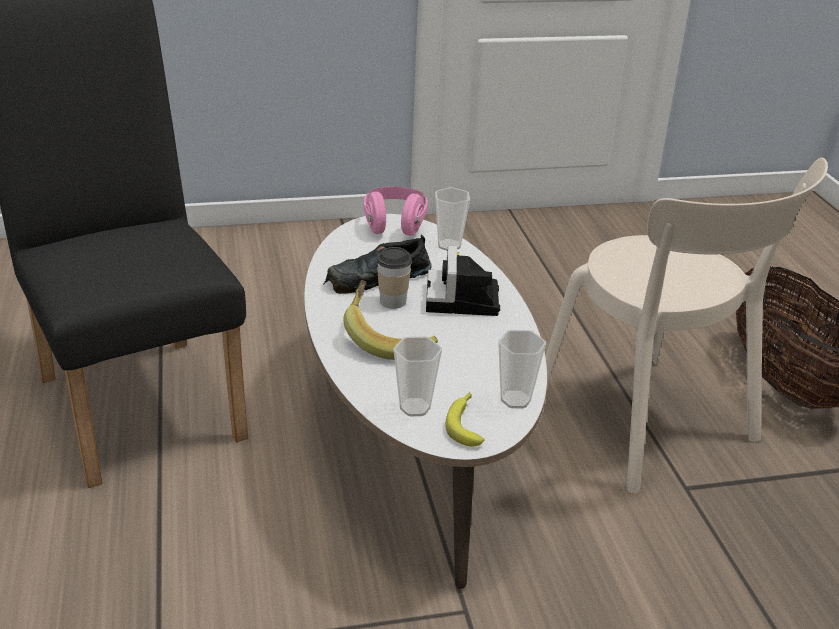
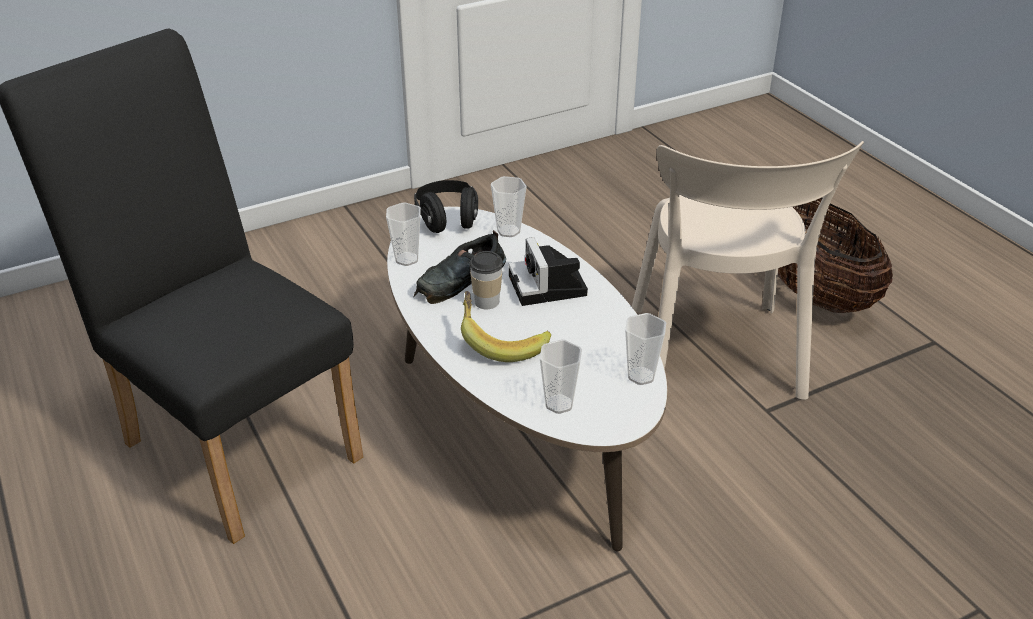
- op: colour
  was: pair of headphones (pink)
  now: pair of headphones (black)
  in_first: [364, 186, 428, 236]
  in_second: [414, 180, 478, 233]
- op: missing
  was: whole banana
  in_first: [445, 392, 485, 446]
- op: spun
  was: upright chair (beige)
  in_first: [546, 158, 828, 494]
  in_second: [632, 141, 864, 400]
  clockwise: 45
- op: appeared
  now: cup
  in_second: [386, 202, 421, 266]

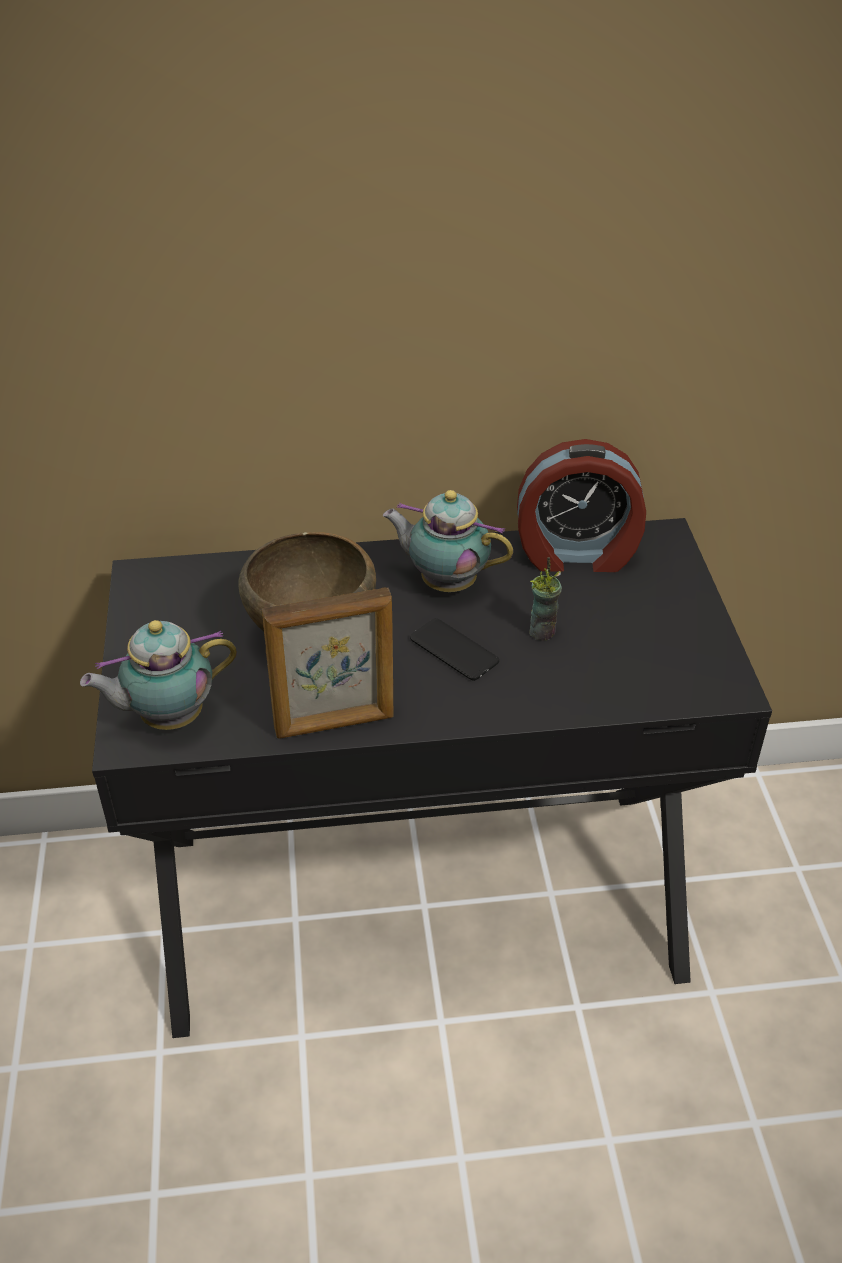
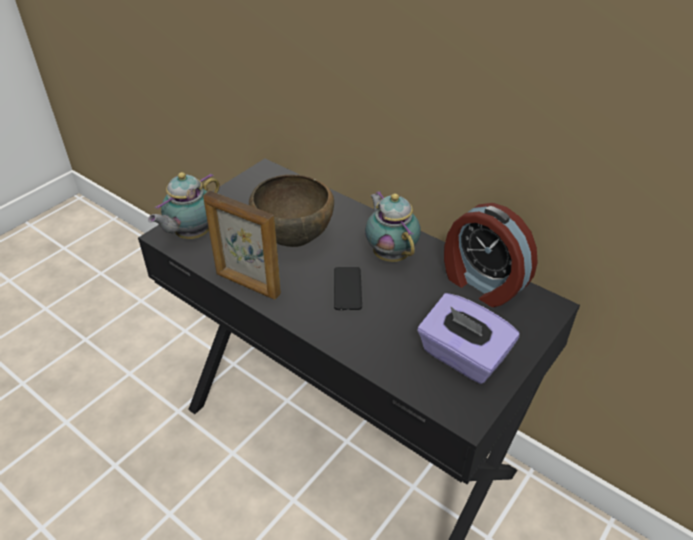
- op: spun
  was: pot for tea
  in_first: [80, 620, 237, 730]
  in_second: [148, 172, 220, 239]
  clockwise: -75
- op: missing
  was: cup
  in_first: [529, 557, 562, 641]
- op: appeared
  now: box of tissues (purple-coloured)
  in_second: [417, 293, 520, 384]

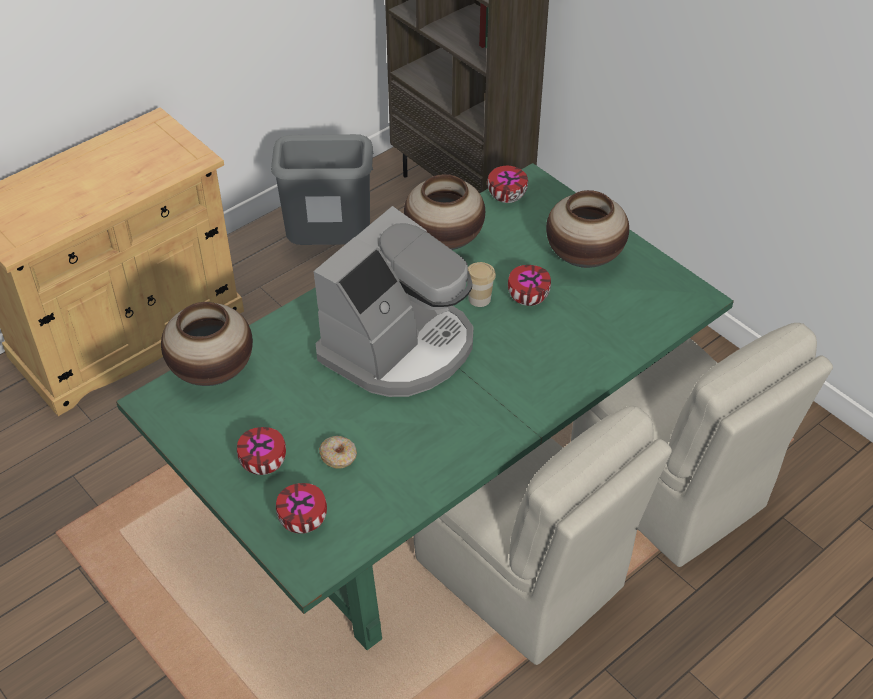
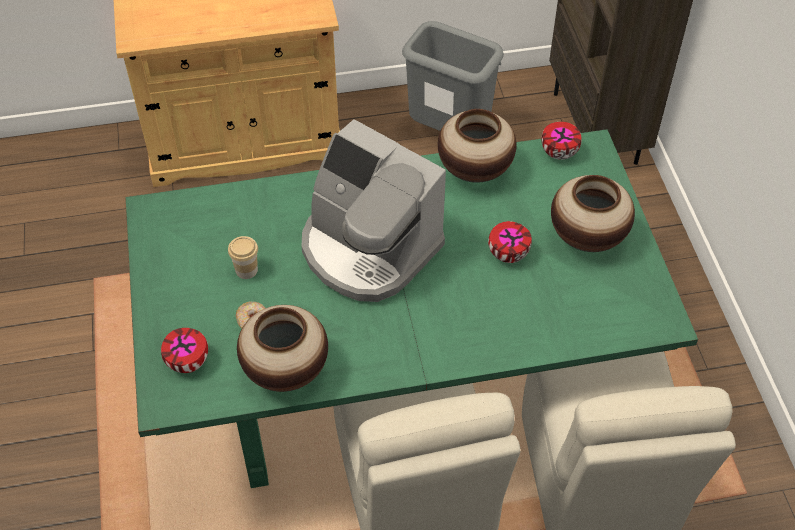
- op: relocated
  was: decorative vase
  in_first: [161, 302, 253, 386]
  in_second: [237, 305, 328, 392]
- op: missing
  was: bowl
  in_first: [237, 427, 286, 475]
- op: spun
  was: coffee machine
  in_first: [314, 206, 474, 397]
  in_second: [302, 119, 446, 302]
  clockwise: 60
- op: relocated
  was: cup
  in_first: [467, 262, 496, 307]
  in_second: [228, 236, 258, 279]

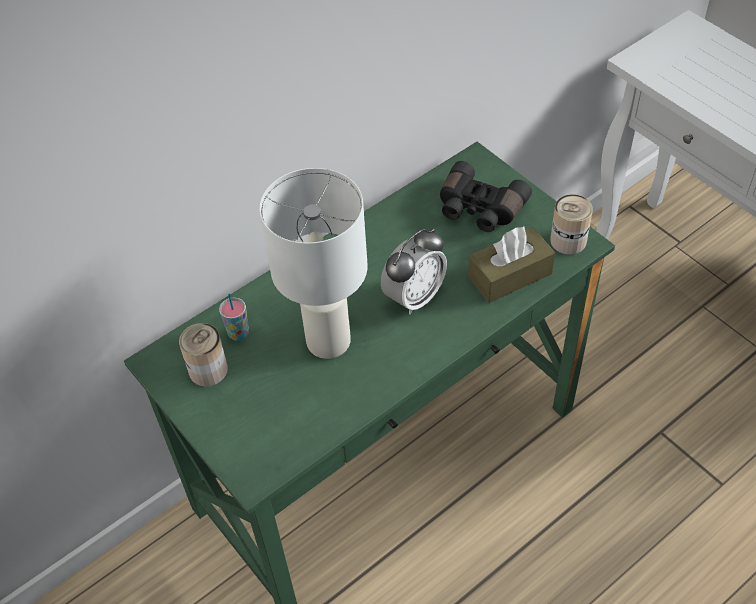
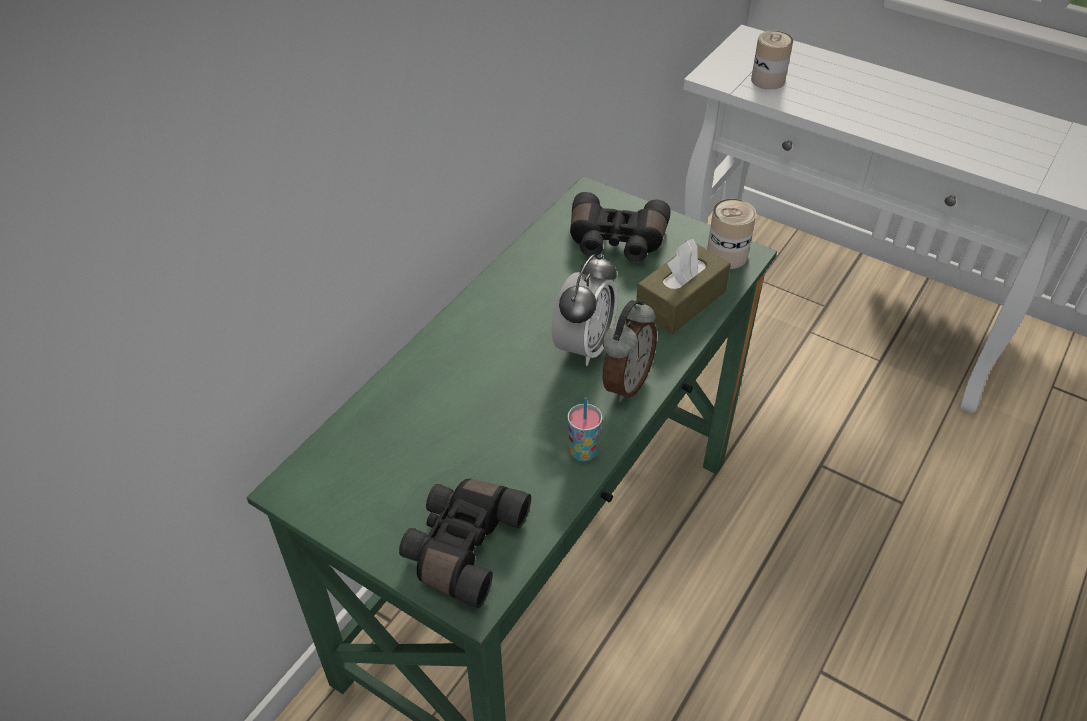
- op: relocated
  was: sealed can
  in_first: [179, 323, 228, 386]
  in_second: [751, 31, 793, 90]
- op: relocated
  was: cup
  in_first: [219, 293, 249, 341]
  in_second: [567, 397, 603, 462]
- op: missing
  was: lamp for a table (whitish)
  in_first: [259, 168, 368, 359]
- op: appeared
  now: pair of binoculars (black)
  in_second: [399, 479, 531, 608]
- op: appeared
  now: table clock
  in_second: [603, 300, 657, 402]

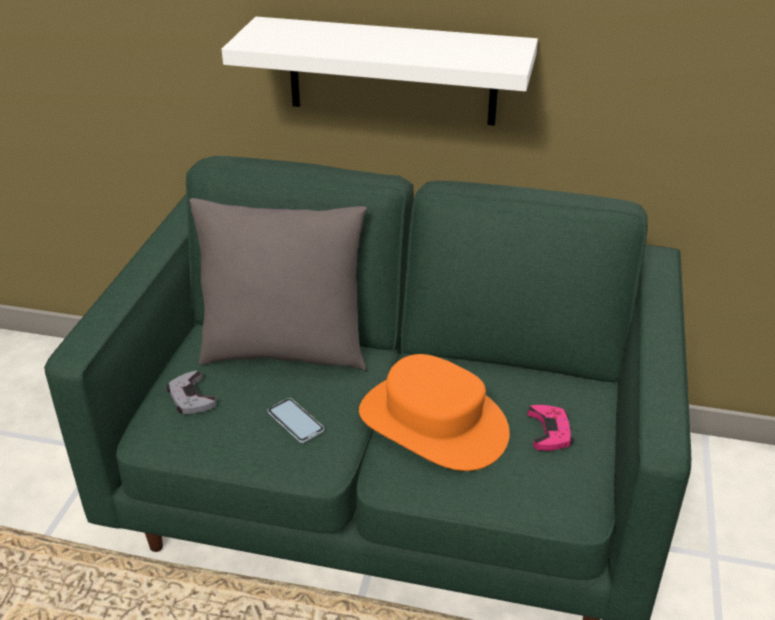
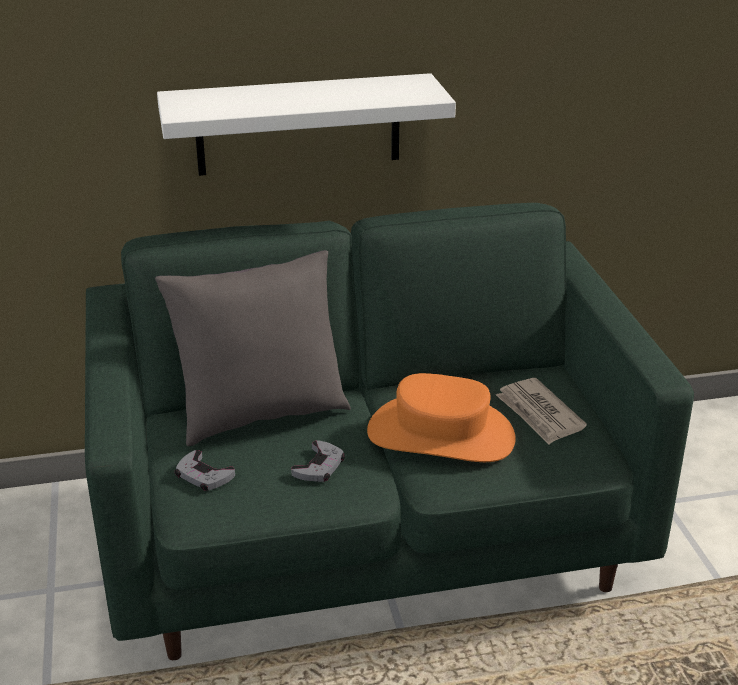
- op: exchanged
  was: telephone
  now: joypad (gray)
  in_first: [267, 398, 324, 443]
  in_second: [291, 441, 345, 482]
- op: exchanged
  was: joypad (pink)
  now: printed paper
  in_first: [527, 405, 573, 451]
  in_second: [496, 378, 587, 445]

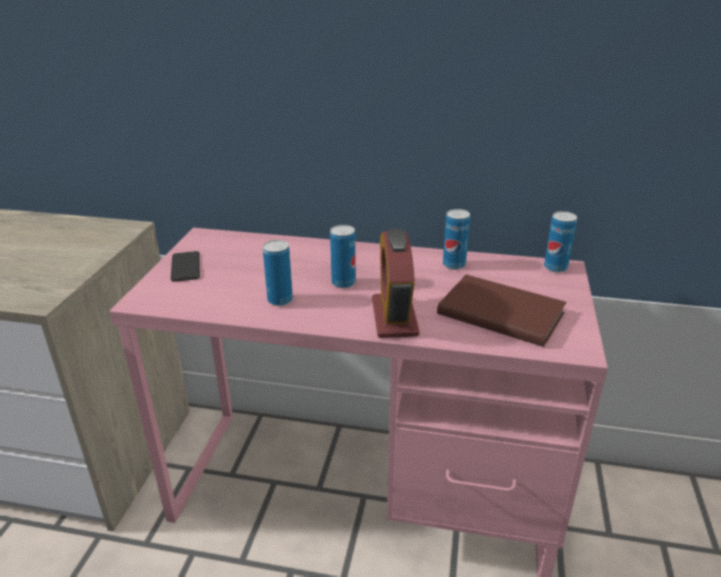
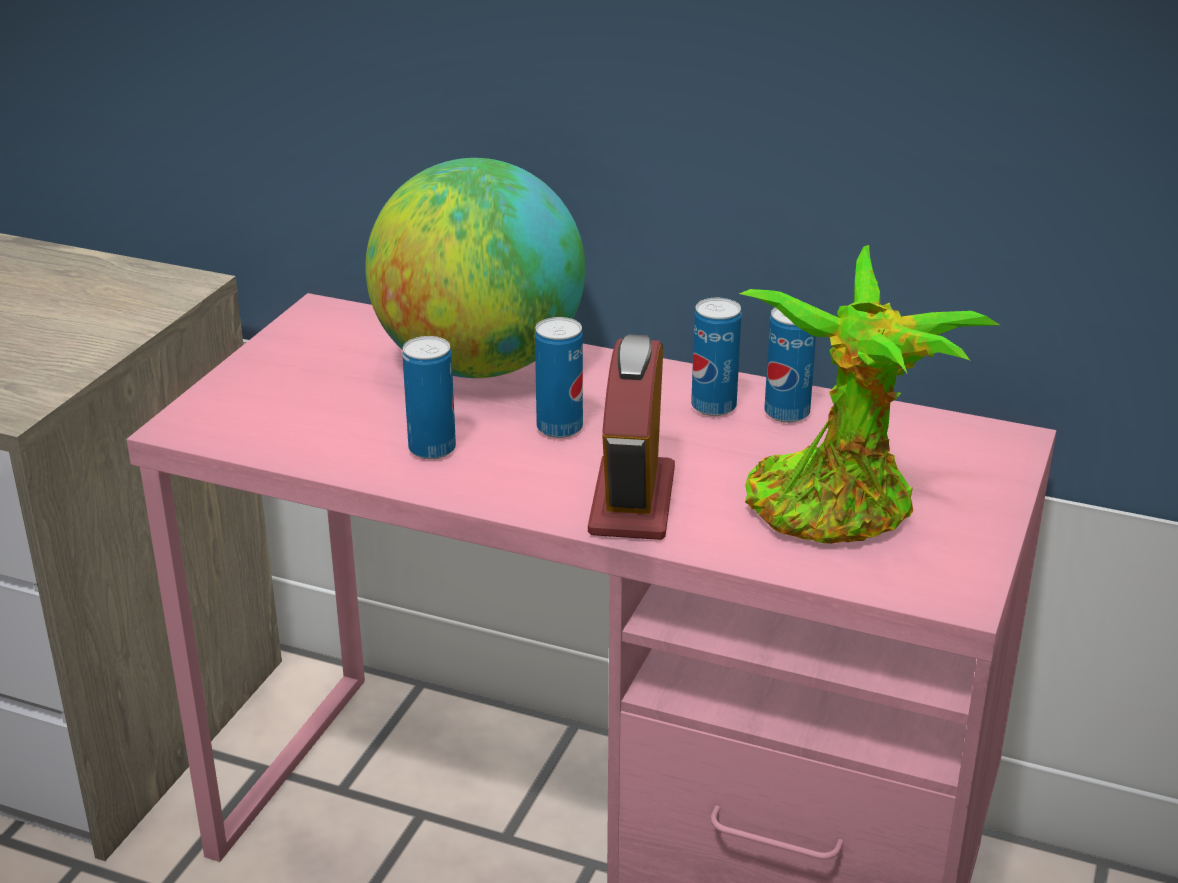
- op: missing
  was: telephone
  in_first: [171, 251, 200, 282]
- op: exchanged
  was: volume (brownish)
  now: plant in a pot
  in_first: [437, 275, 567, 347]
  in_second: [739, 245, 1000, 544]
- op: relocated
  was: sealed can
  in_first: [544, 211, 577, 273]
  in_second: [691, 298, 741, 416]
- op: appeared
  now: desk globe
  in_second: [365, 158, 585, 378]

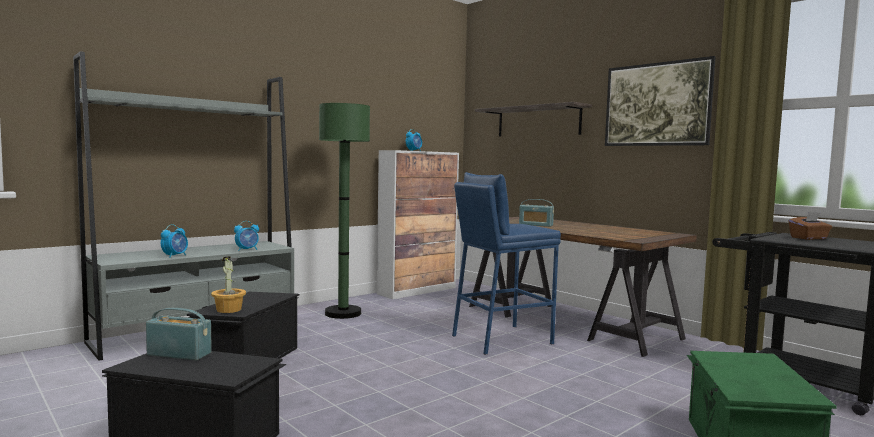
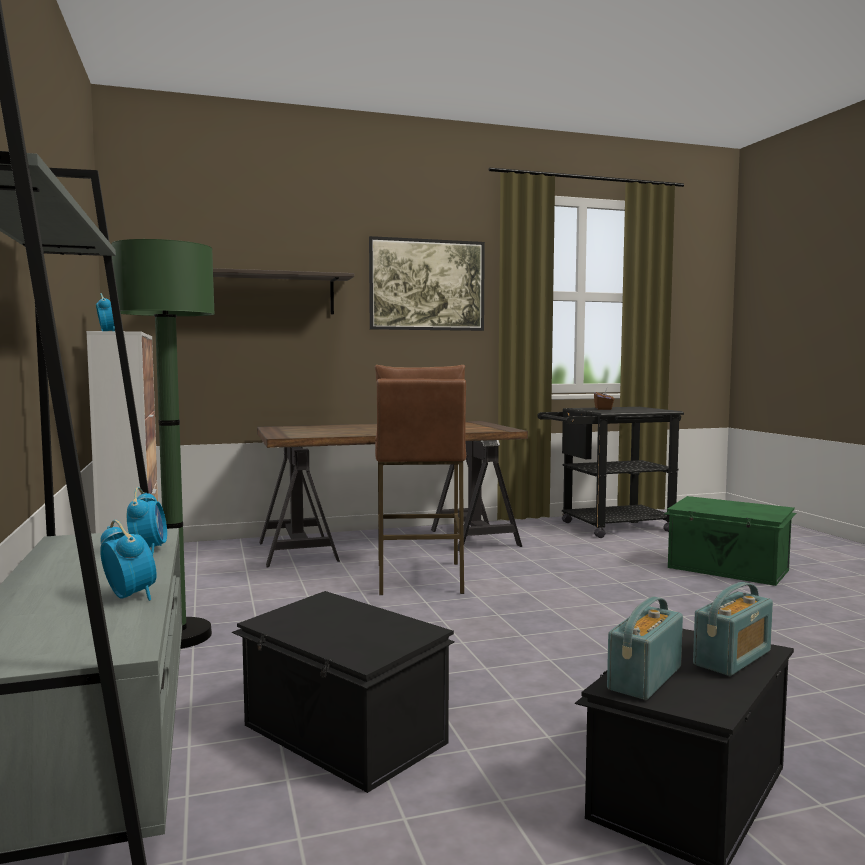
- op: missing
  was: plant in a pot
  in_first: [211, 256, 246, 313]
- op: colour
  was: sitting stool (blue-coloured)
  now: sitting stool (brownish)
  in_first: [452, 172, 561, 355]
  in_second: [375, 365, 466, 595]
- op: relocated
  was: radio
  in_first: [519, 199, 554, 227]
  in_second: [693, 582, 773, 676]

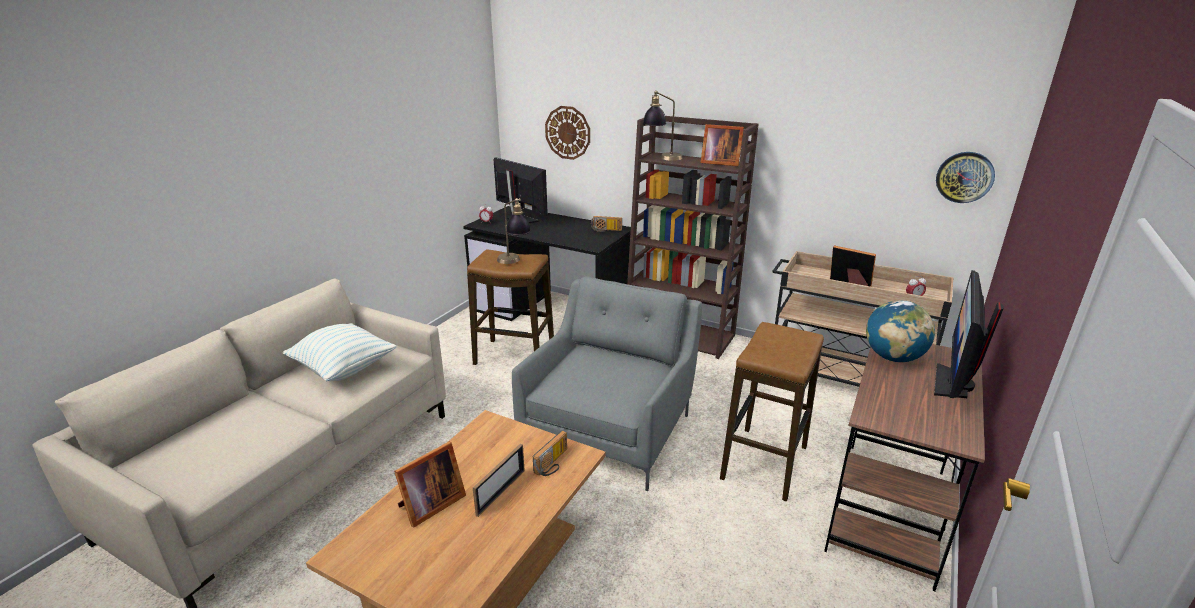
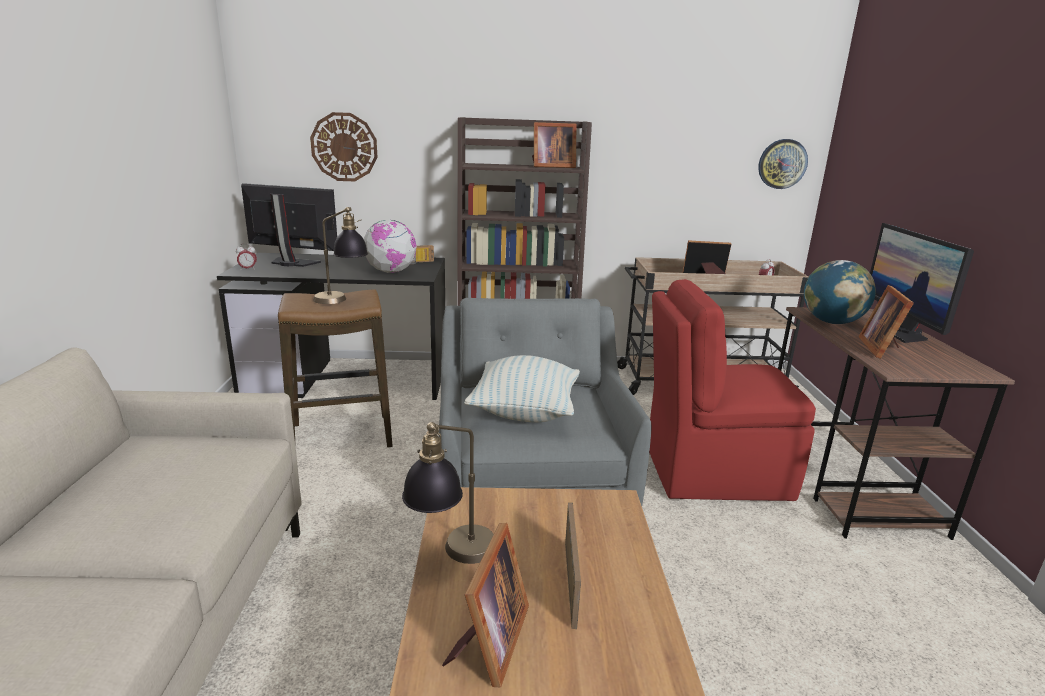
- op: relocated
  was: throw pillow
  in_first: [283, 323, 397, 381]
  in_second: [464, 355, 580, 422]
- op: missing
  was: radio
  in_first: [533, 431, 567, 476]
- op: relocated
  was: lamp for a table
  in_first: [643, 90, 682, 161]
  in_second: [402, 422, 494, 564]
- op: exchanged
  was: sitting stool
  now: upright chair (red-coloured)
  in_first: [720, 322, 824, 501]
  in_second: [649, 279, 816, 501]
- op: appeared
  now: desk globe
  in_second: [364, 220, 417, 273]
- op: appeared
  now: picture frame
  in_second: [858, 285, 914, 359]

